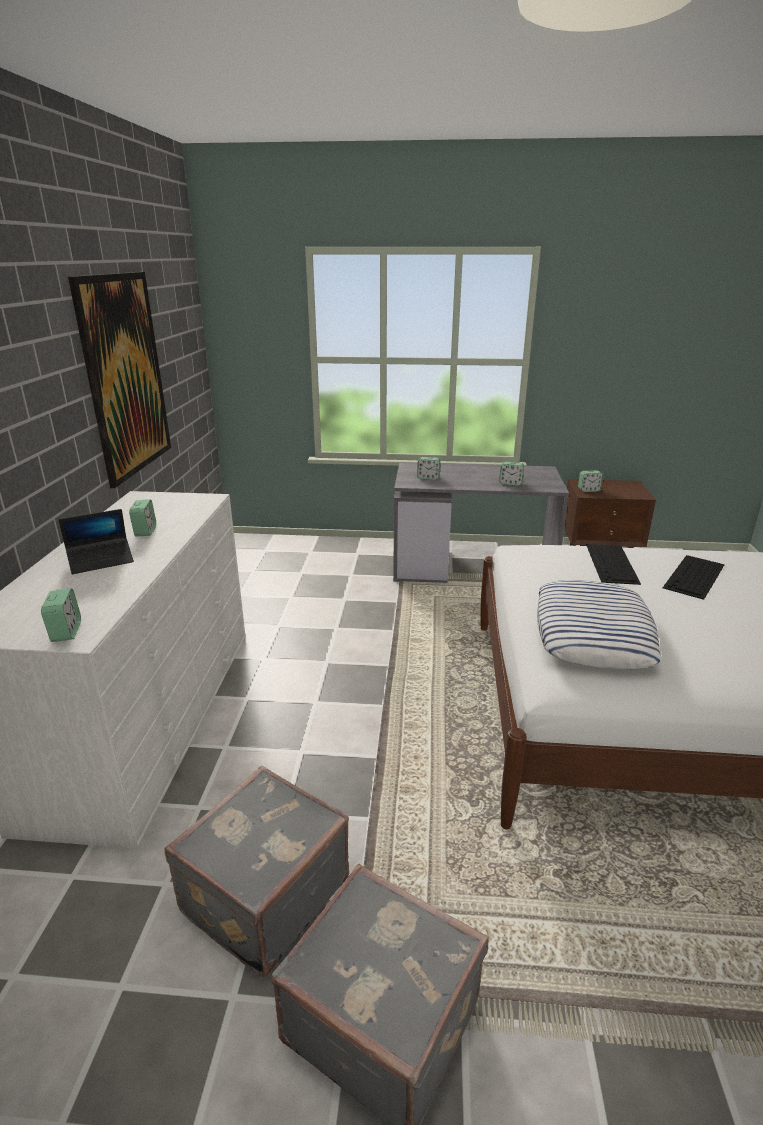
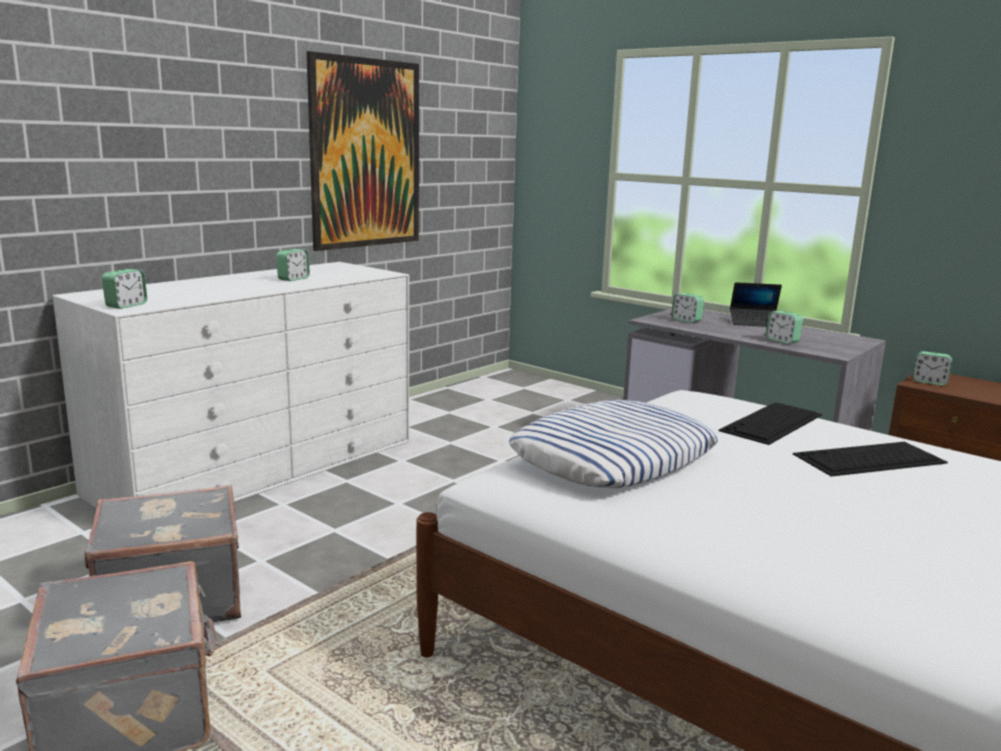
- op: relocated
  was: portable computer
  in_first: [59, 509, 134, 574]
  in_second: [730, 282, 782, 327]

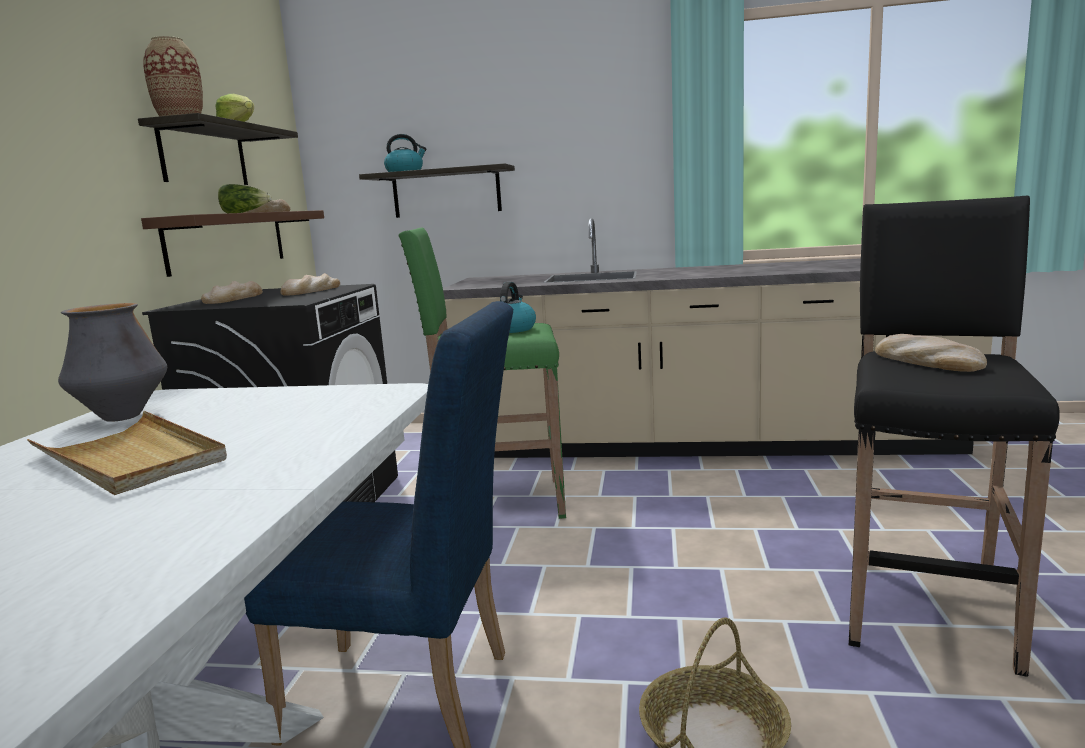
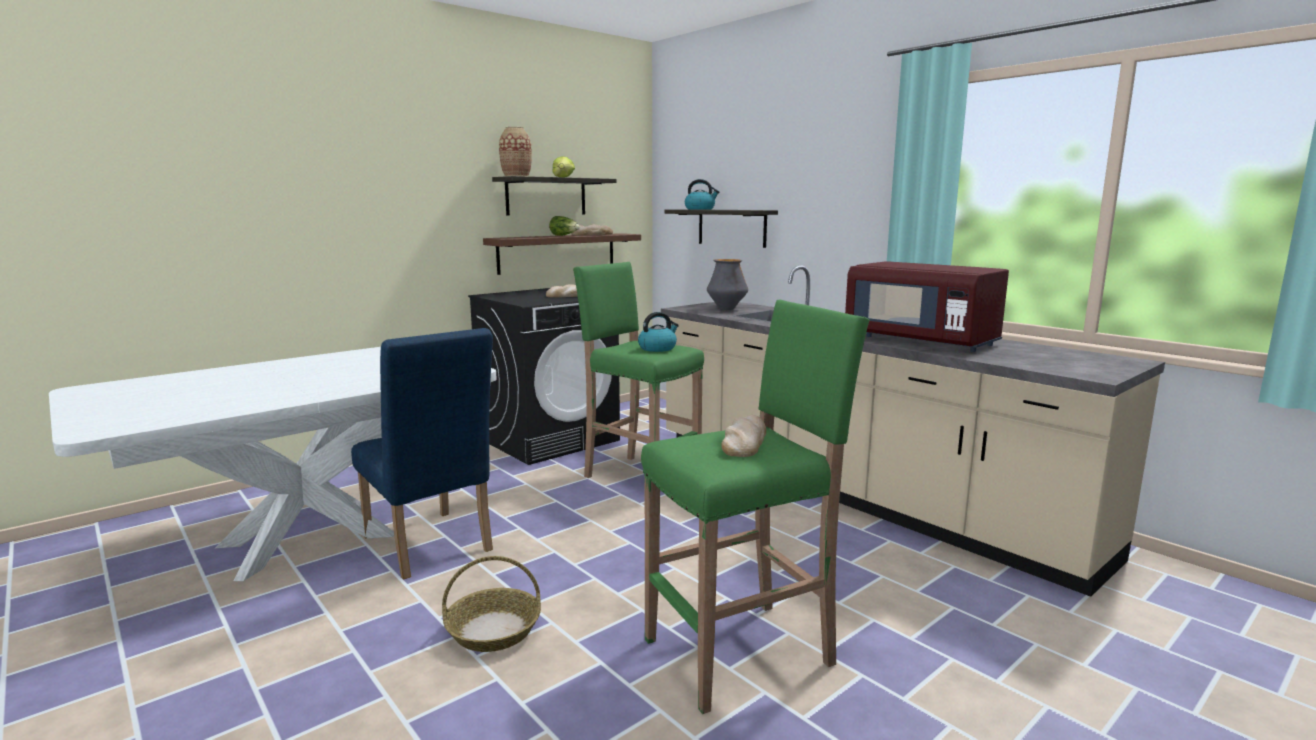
- op: missing
  was: carrying tray (beige)
  in_first: [27, 411, 227, 495]
- op: relocated
  was: decorative vase
  in_first: [58, 303, 167, 422]
  in_second: [707, 259, 748, 310]
- op: missing
  was: bakery bread
  in_first: [201, 281, 263, 304]
- op: colour
  was: sitting stool (black)
  now: sitting stool (green-coloured)
  in_first: [849, 195, 1060, 677]
  in_second: [641, 299, 869, 714]
- op: appeared
  now: kitchen microwave (red-coloured)
  in_second: [845, 261, 1009, 352]

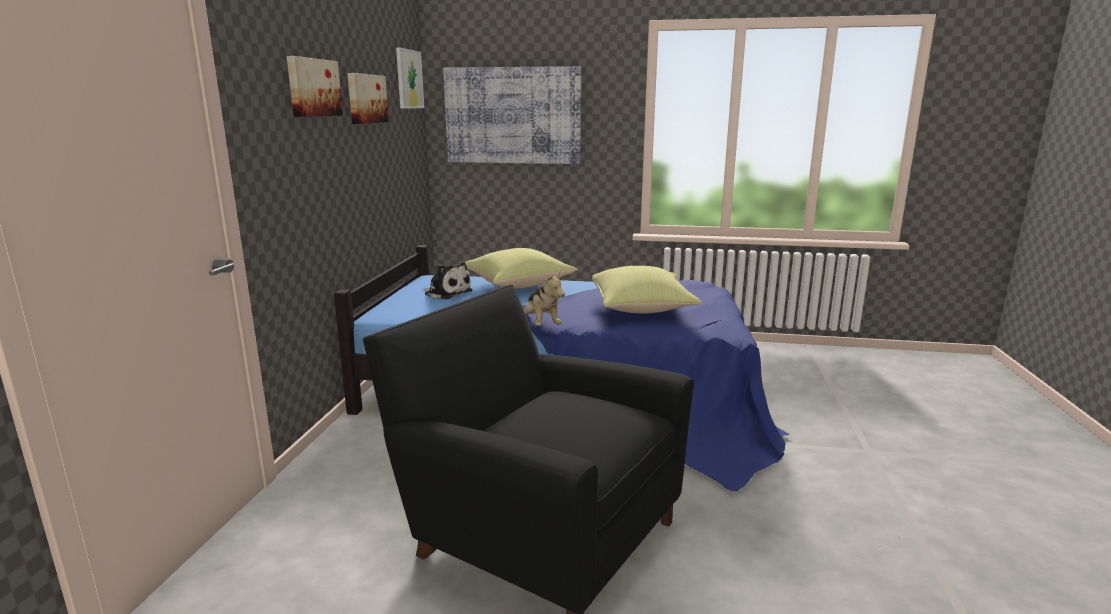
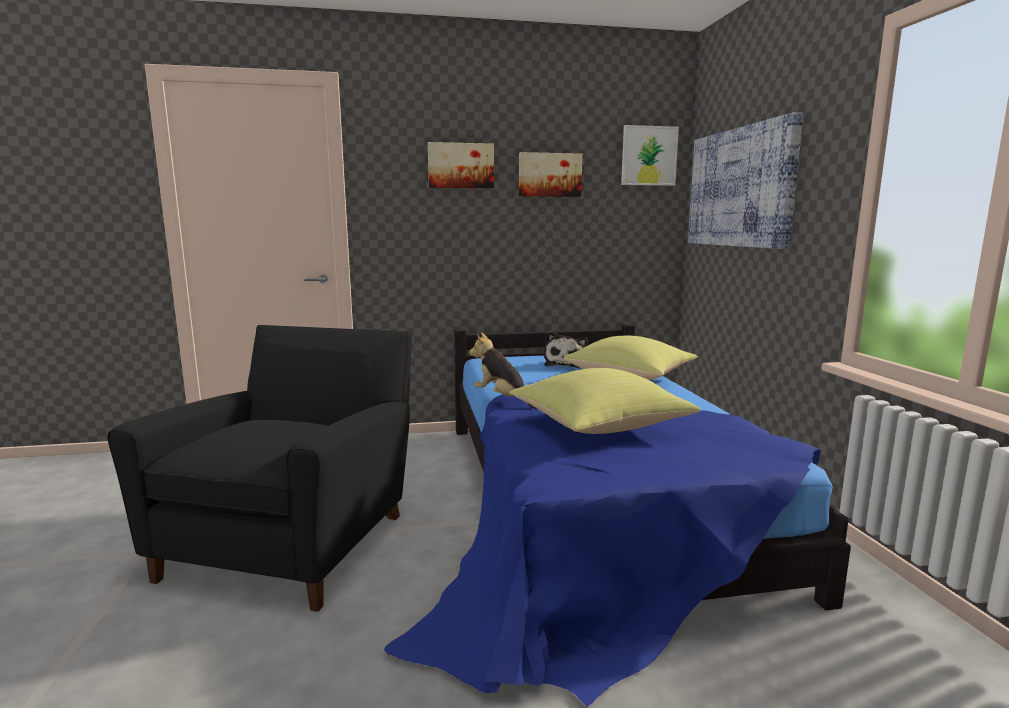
- op: spun
  was: plush toy
  in_first: [524, 272, 565, 326]
  in_second: [469, 333, 537, 409]
  clockwise: 90

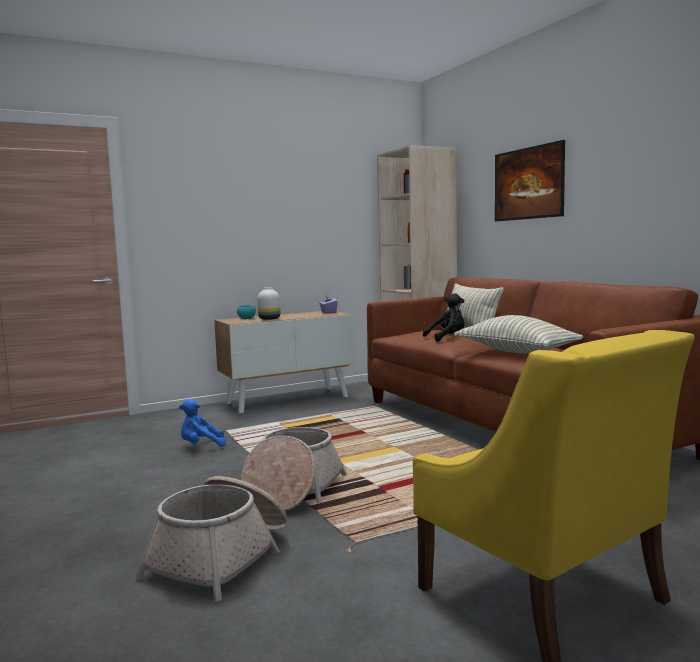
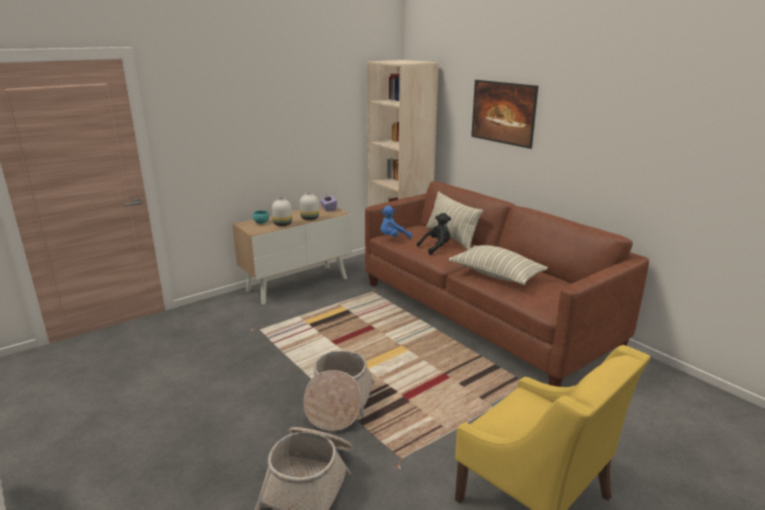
- op: relocated
  was: plush toy (blue-coloured)
  in_first: [179, 399, 226, 447]
  in_second: [380, 206, 412, 238]
- op: appeared
  now: decorative vase (whitish)
  in_second: [300, 192, 319, 220]

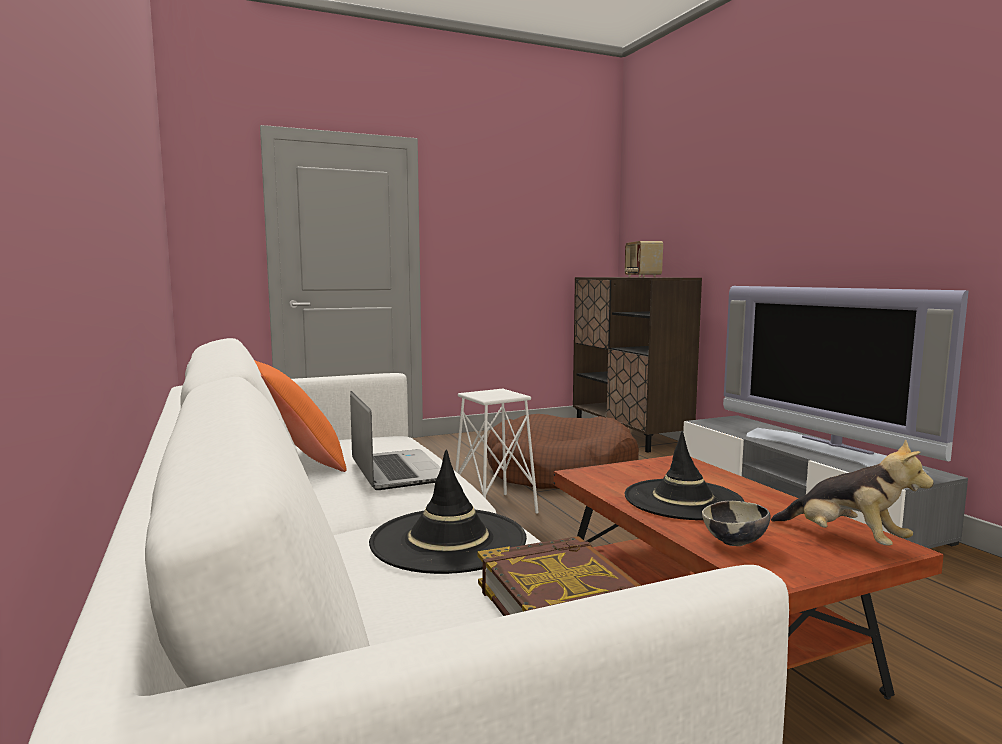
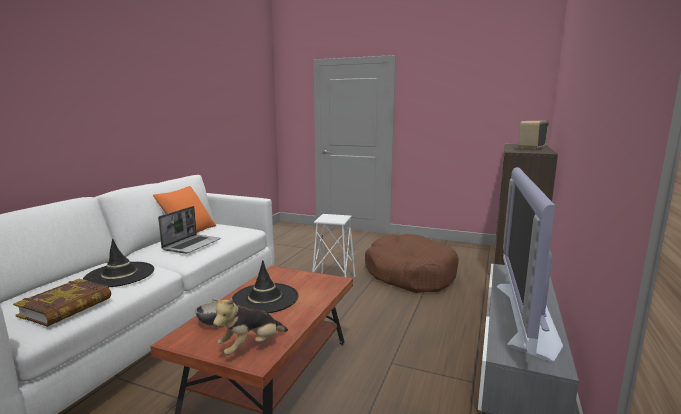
- op: spun
  was: plush toy
  in_first: [771, 439, 934, 545]
  in_second: [212, 299, 288, 355]
  clockwise: 45

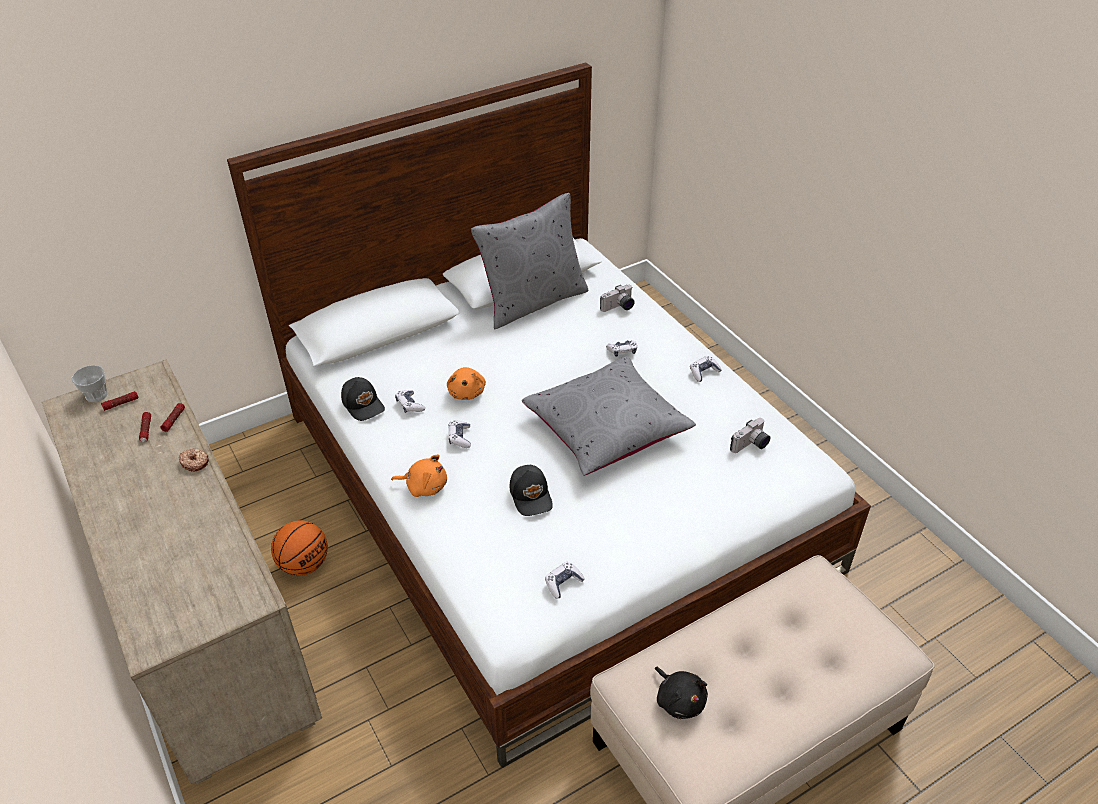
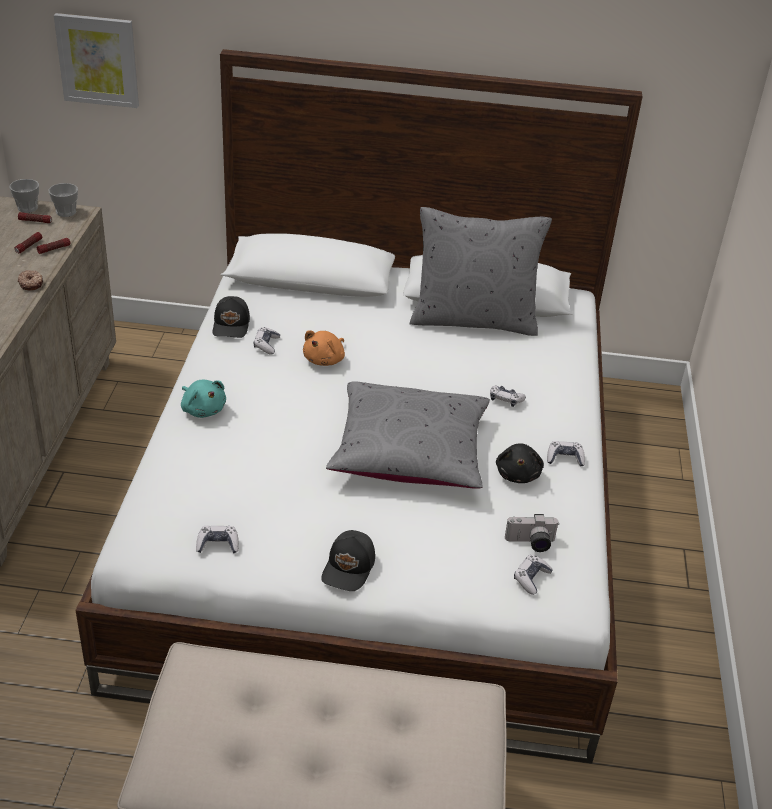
- op: missing
  was: basketball
  in_first: [271, 520, 328, 576]
- op: colour
  was: plush toy (orange-coloured)
  now: plush toy (turquoise-coloured)
  in_first: [391, 454, 447, 497]
  in_second: [181, 380, 226, 418]
- op: relocated
  was: joypad
  in_first: [449, 420, 471, 448]
  in_second: [514, 555, 553, 595]
- op: relocated
  was: cap (black)
  in_first: [510, 465, 553, 516]
  in_second: [321, 530, 375, 591]
- op: missing
  was: photo camera
  in_first: [600, 285, 635, 312]
- op: relocated
  was: plush toy (black)
  in_first: [655, 667, 708, 719]
  in_second: [496, 443, 544, 483]
- op: appeared
  now: cup
  in_second: [48, 183, 78, 217]
- op: appeared
  now: picture
  in_second: [54, 13, 139, 108]

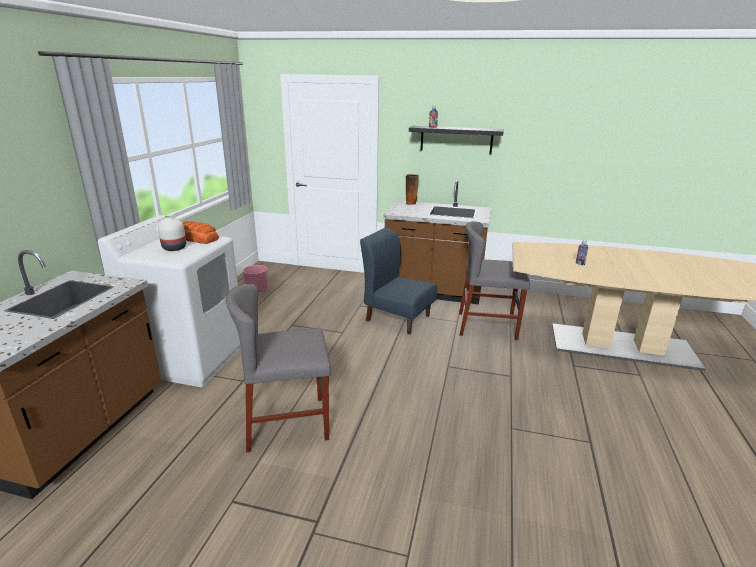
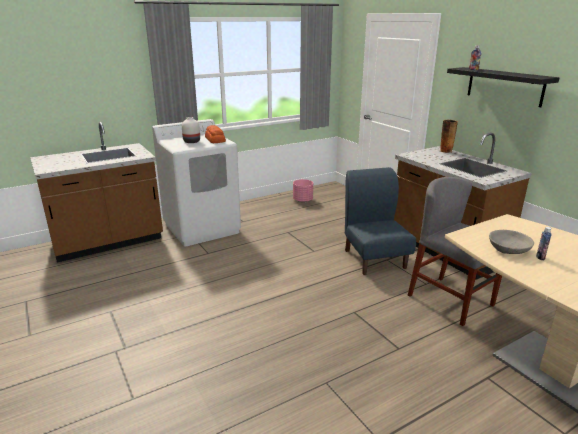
- op: missing
  was: upright chair (gray)
  in_first: [226, 284, 331, 452]
- op: appeared
  now: bowl (gray)
  in_second: [489, 230, 534, 254]

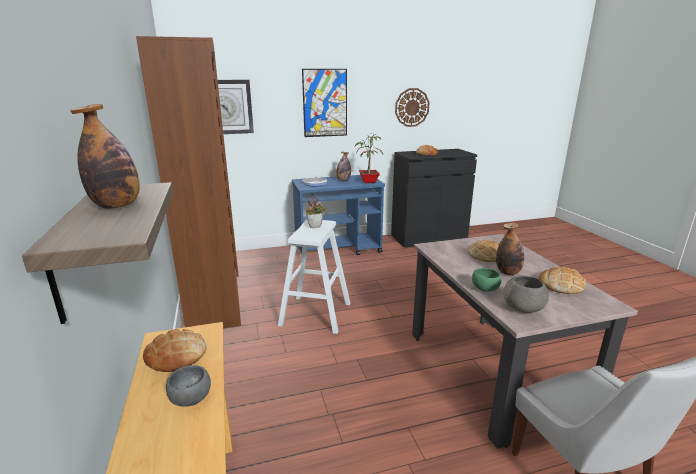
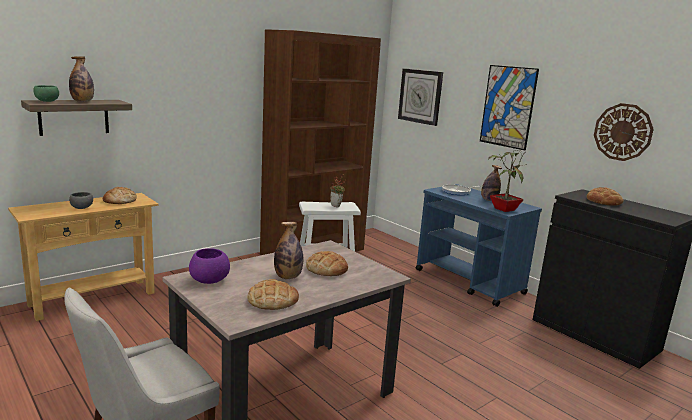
- op: relocated
  was: bowl (green-coloured)
  in_first: [472, 268, 501, 292]
  in_second: [33, 85, 59, 102]
- op: colour
  was: bowl (gray)
  now: bowl (purple-coloured)
  in_first: [503, 276, 549, 313]
  in_second: [189, 248, 230, 284]

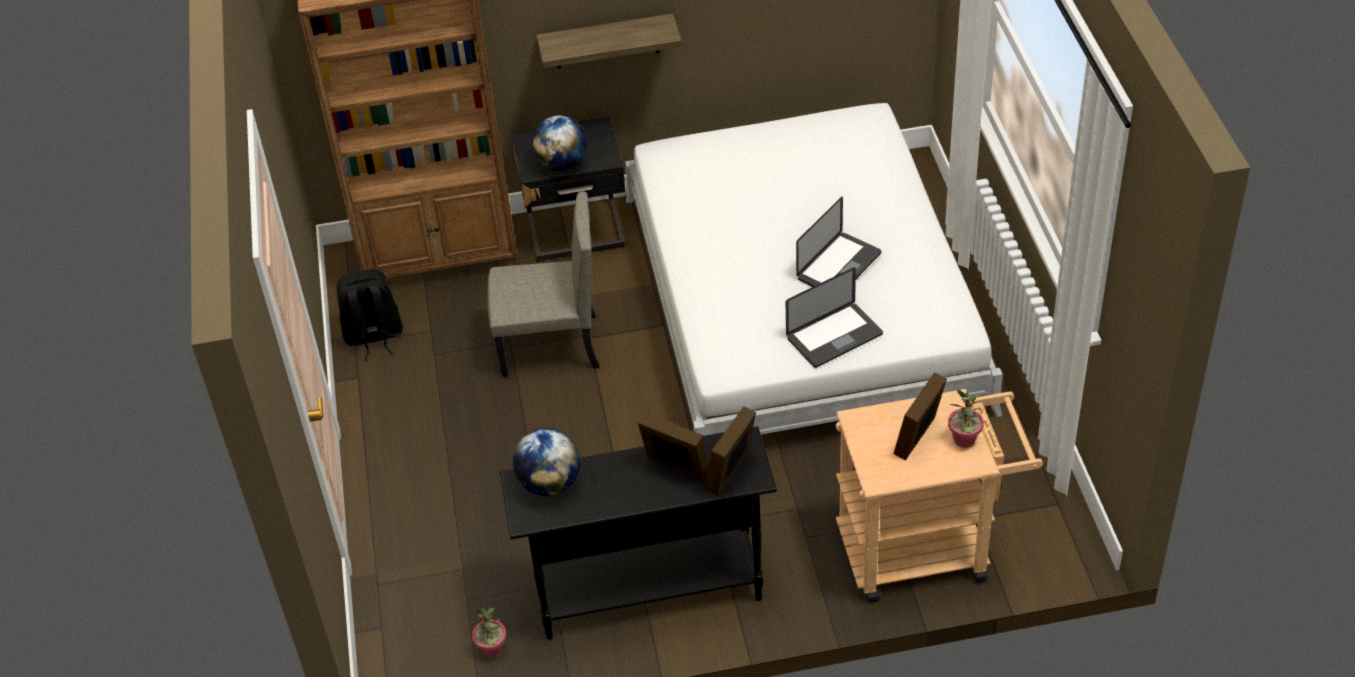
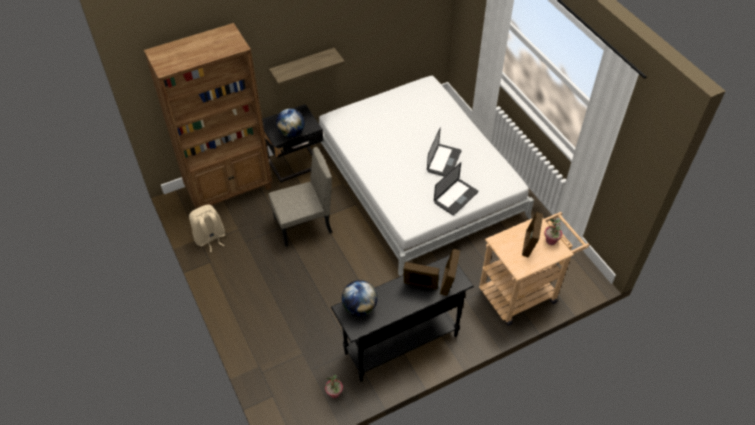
- op: colour
  was: knapsack (black)
  now: knapsack (beige)
  in_first: [337, 269, 403, 361]
  in_second: [189, 205, 225, 252]

